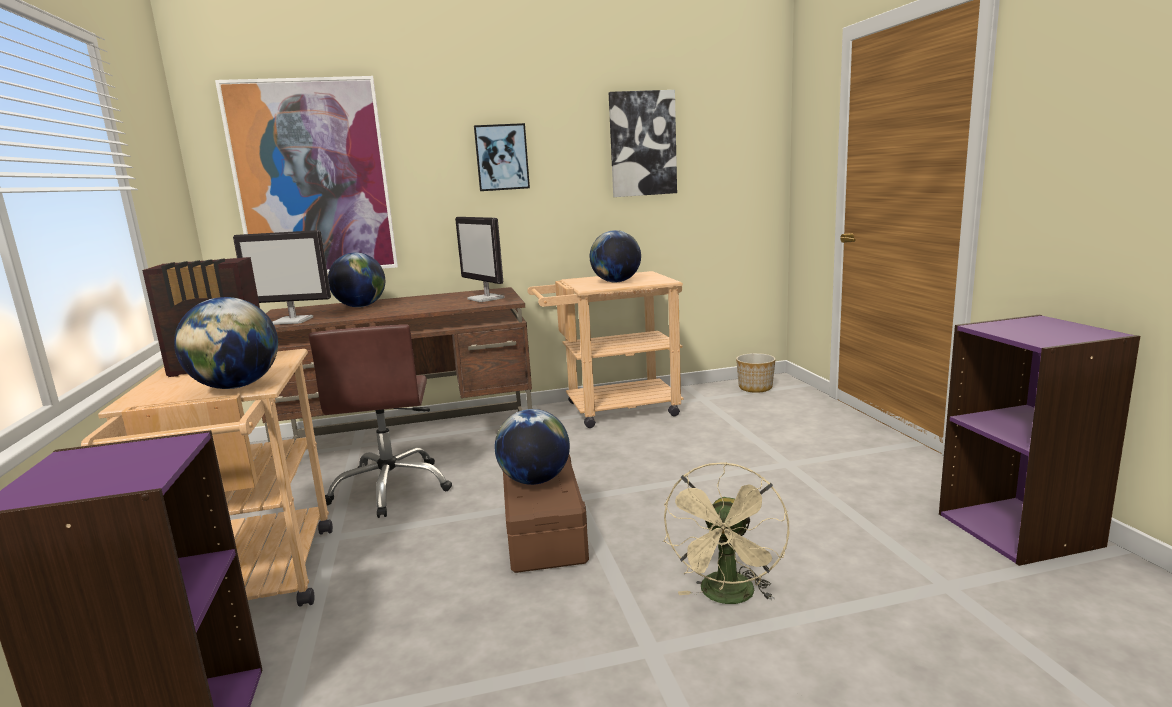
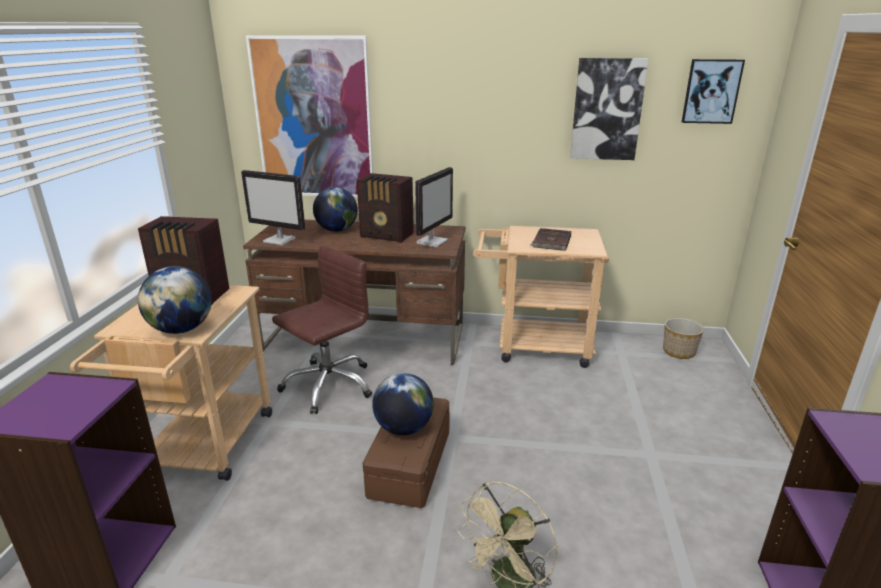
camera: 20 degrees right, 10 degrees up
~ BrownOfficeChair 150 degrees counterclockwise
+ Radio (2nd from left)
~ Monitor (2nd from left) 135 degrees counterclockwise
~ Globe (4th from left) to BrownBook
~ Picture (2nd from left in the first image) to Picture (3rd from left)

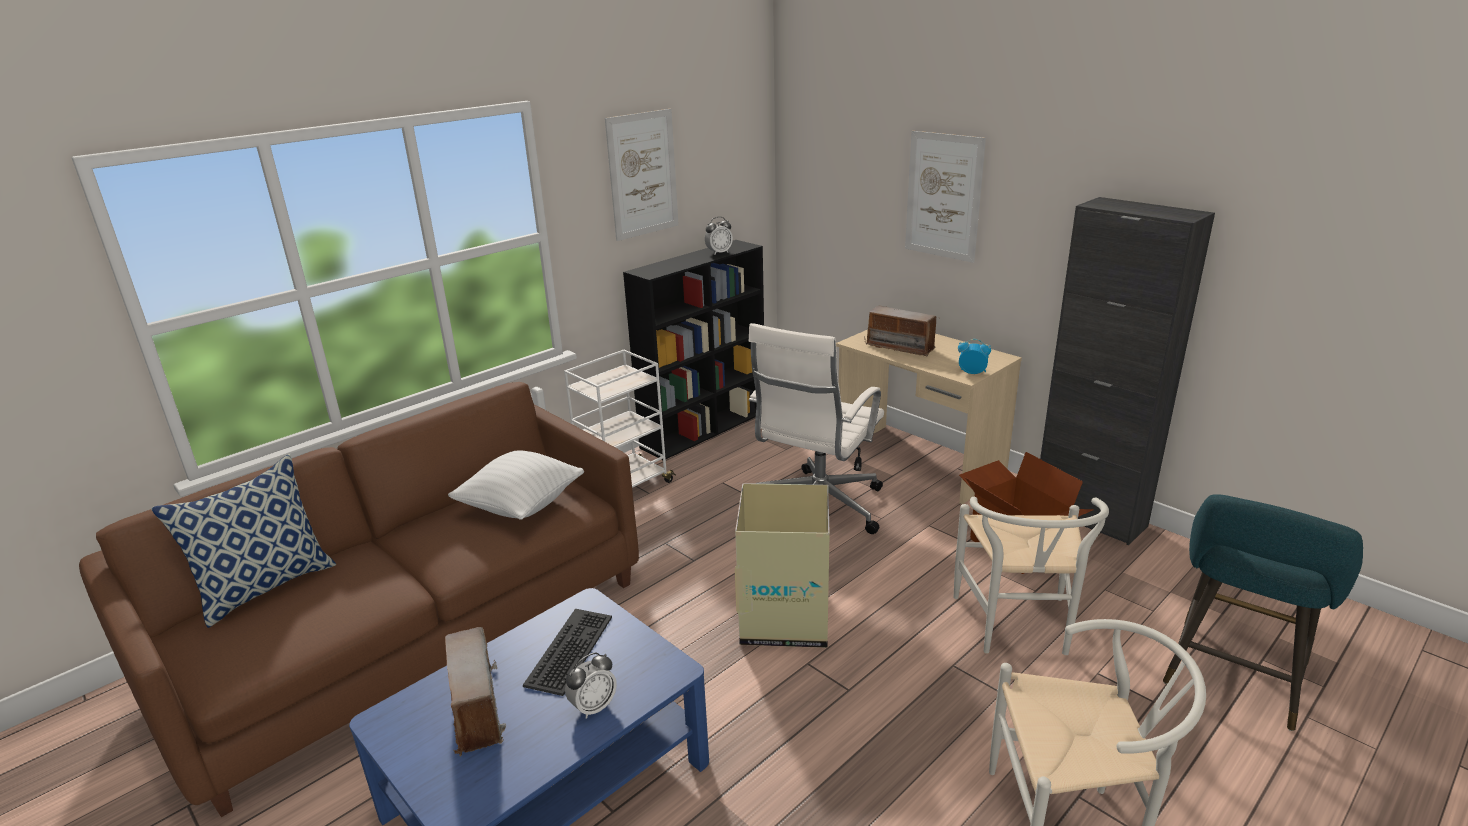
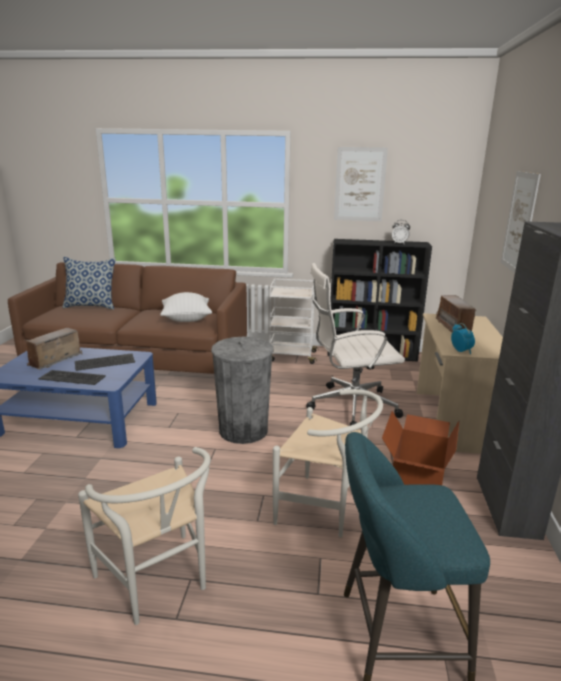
camera: 50 degrees right, 5 degrees down
~ AlarmClock (1st from left) to Keyboard (1st from left)
~ CardboardBox (1st from left) to GreyTrashCan
~ WhiteChair (1st from left in the first image) 120 degrees counterclockwise

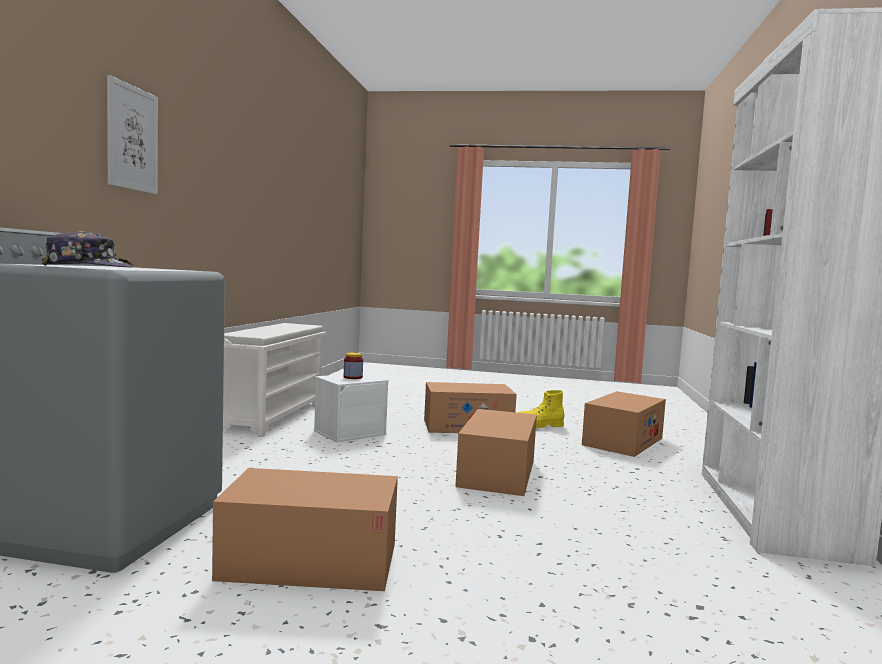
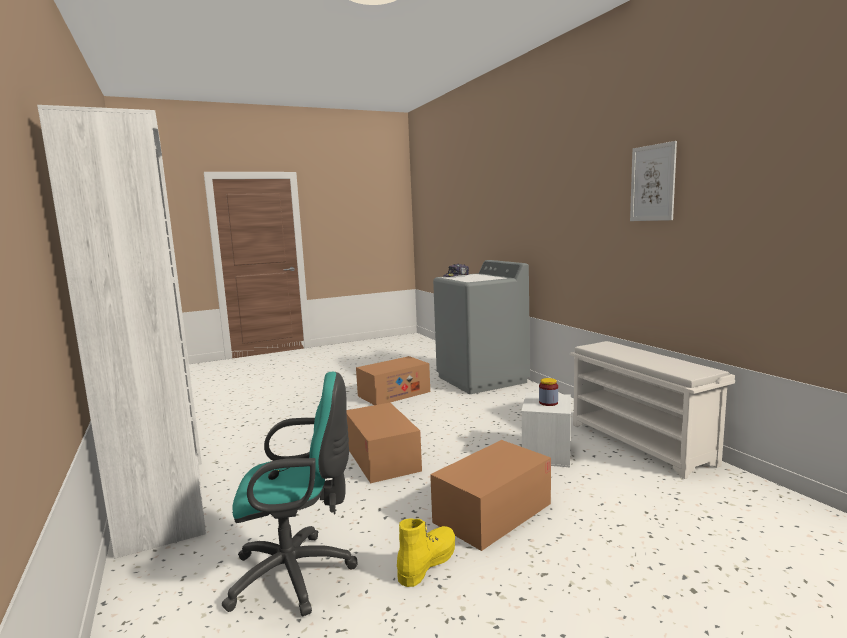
camera: 145 degrees right, 5 degrees up
~ CardboardBox (4th from left) to TurquoiseOfficeChair
~ Picture

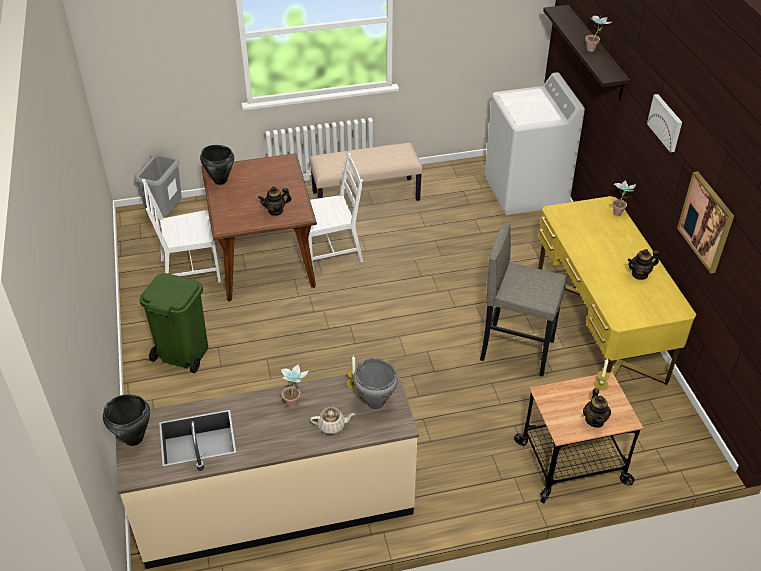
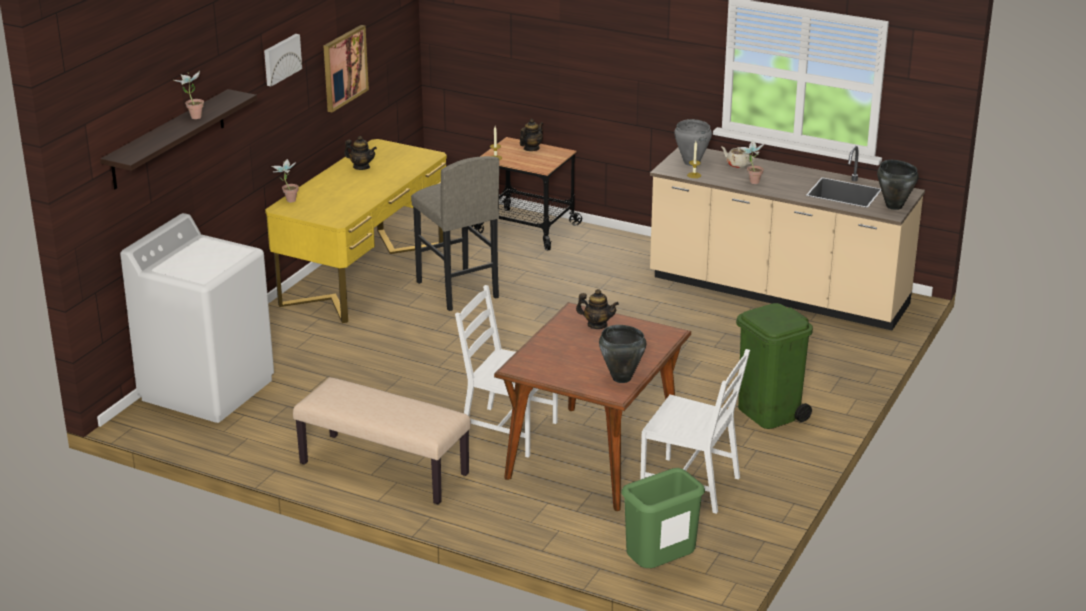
camera: 140 degrees left, 15 degrees down
~ GreyTrashCan to GreenTrashCan (1st from left)

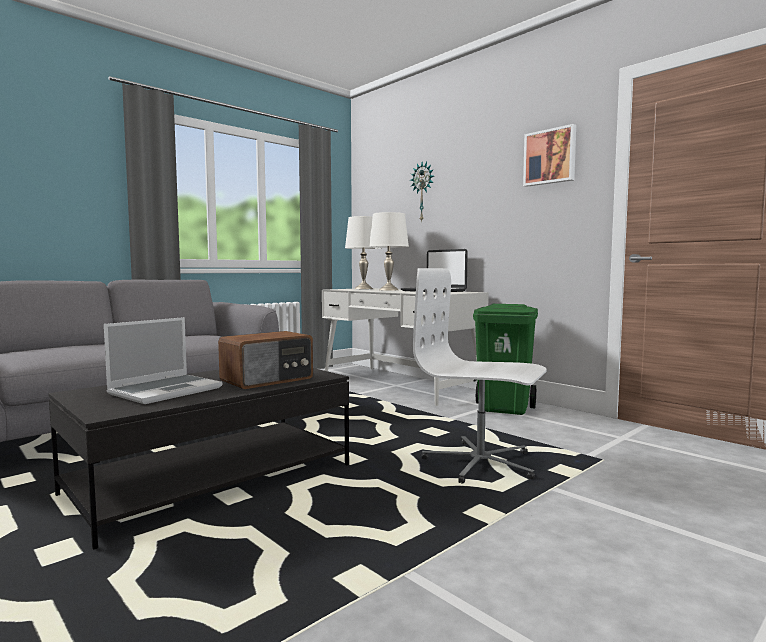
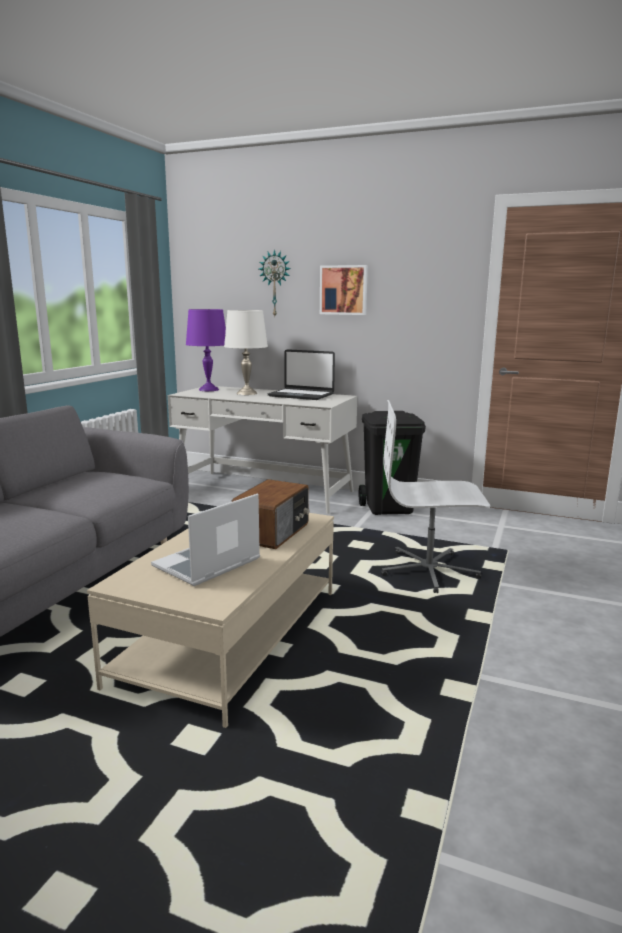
camera: 25 degrees left, 10 degrees up
~ BlackCoffeeTable to BeigeCoffeeTable
~ Laptop (1st from left) 150 degrees counterclockwise
~ WhiteTableLamp (1st from left) to PurpleTableLamp
~ Picture
~ GreenTrashCan to BlackTrashCan

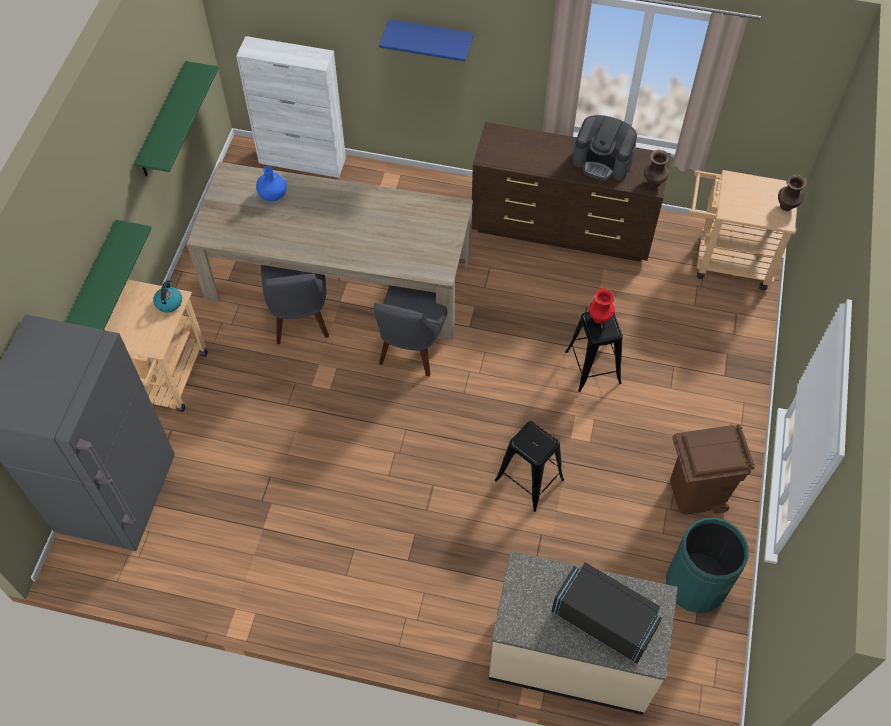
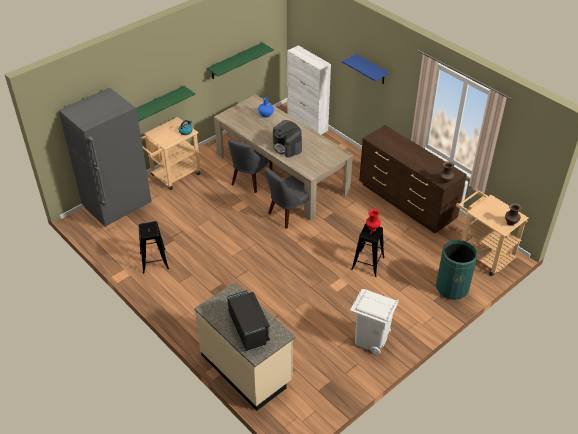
camera: 35 degrees right, 15 degrees down
~ BlackStool (1st from left)
~ CoffeeMachine
~ BrownTrashCan to WhiteTrashCan
~ GreenTrashCan

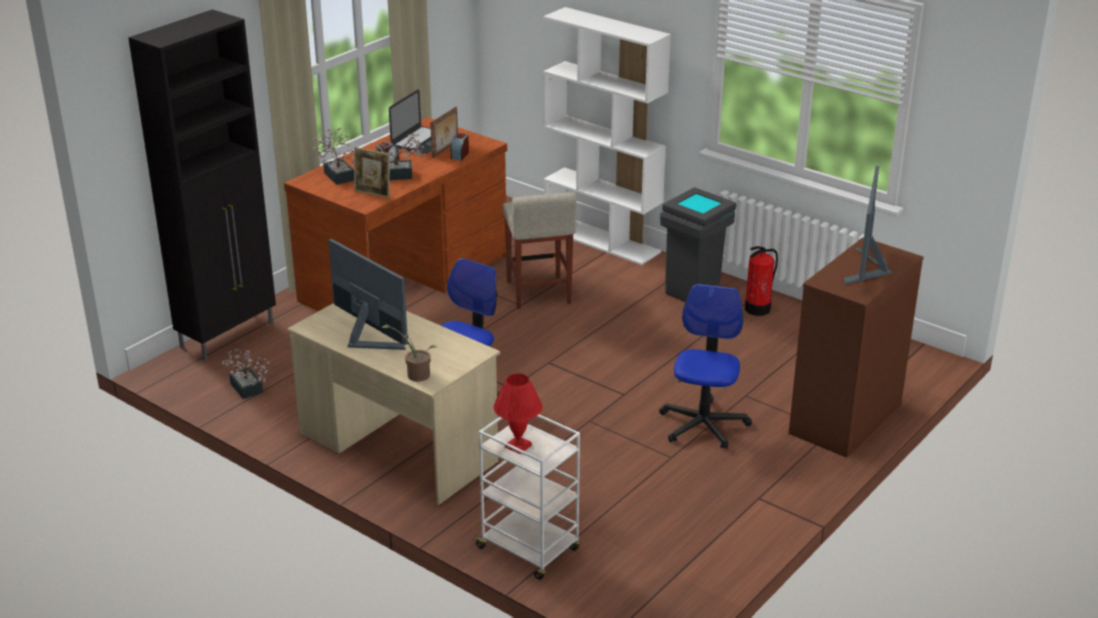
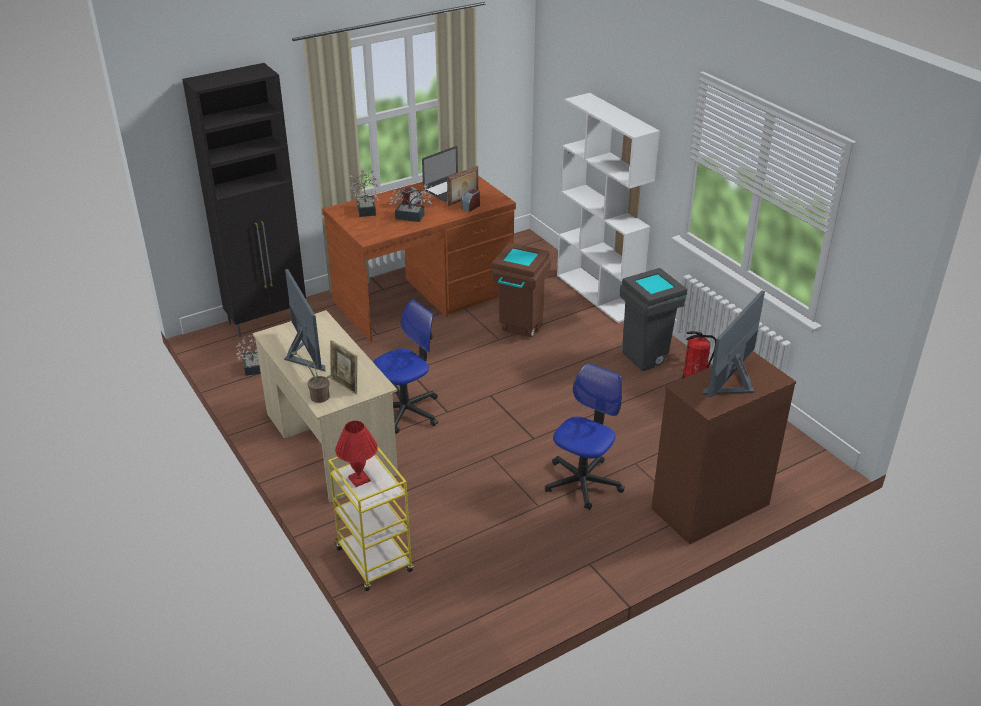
camera: 20 degrees right, 5 degrees up
~ WhiteCart to YellowCart
~ PictureFrame (1st from left)
~ BeigeStool to BrownTrashCan

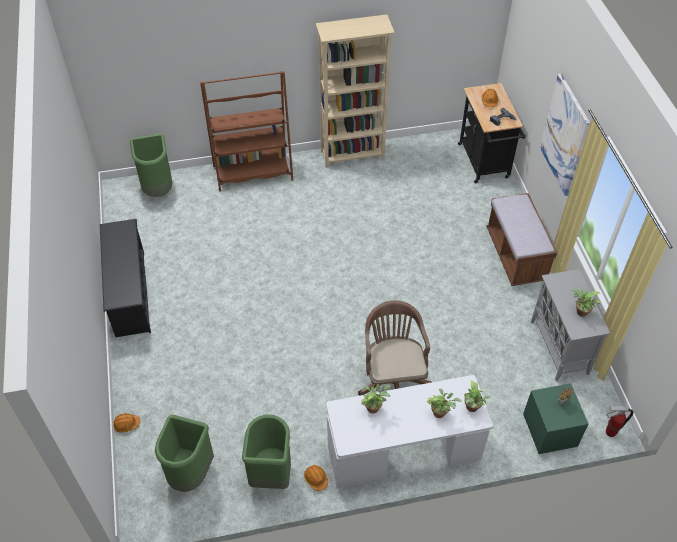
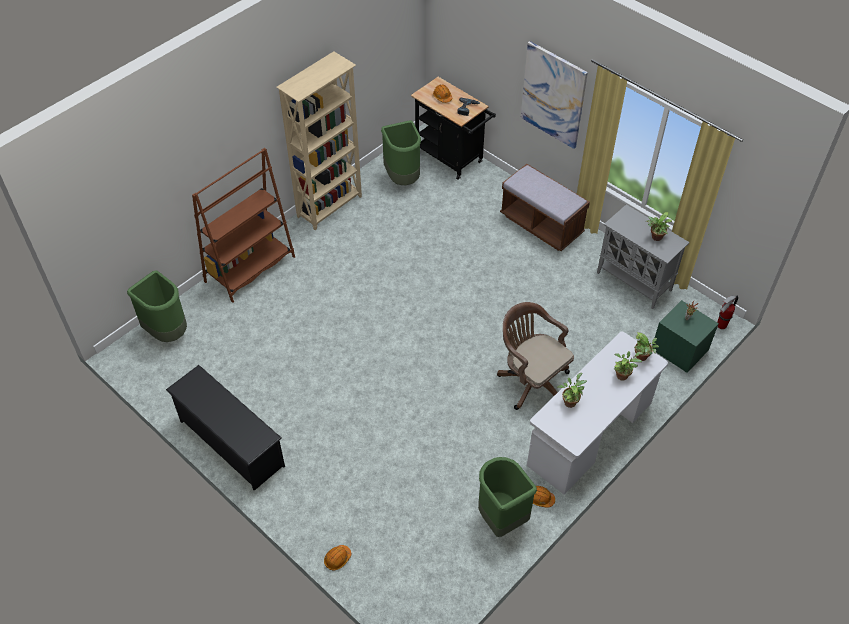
camera: 35 degrees left, 0 degrees up
~ GreenTrashCan (2nd from left)

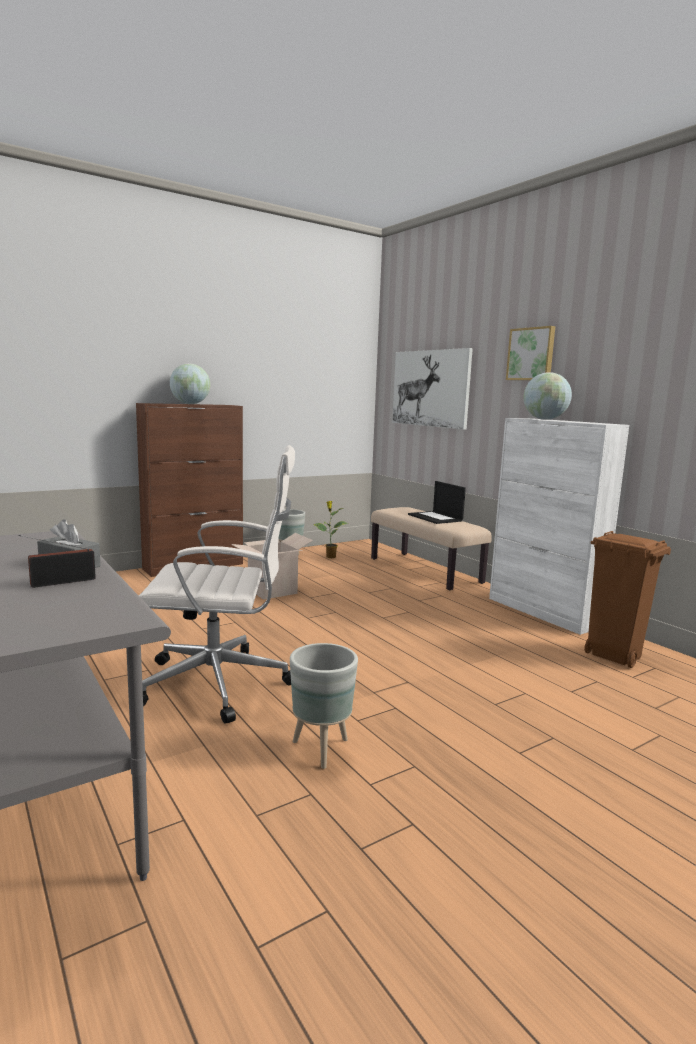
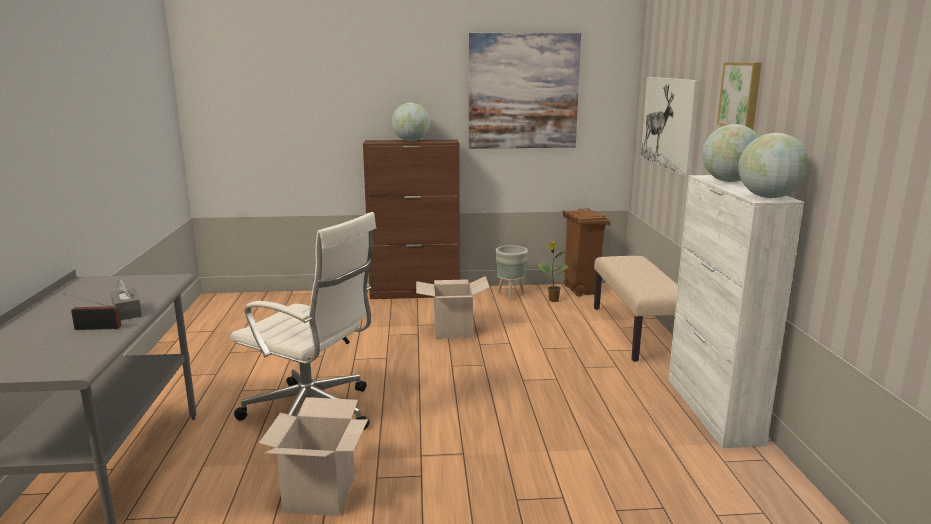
camera: 30 degrees right, 5 degrees up
~ GreyPlanter (2nd from left) to CardboardBox (1st from left)
+ Picture (1st from left)
~ BrownTrashCan
+ Globe (3rd from left)
- Laptop

